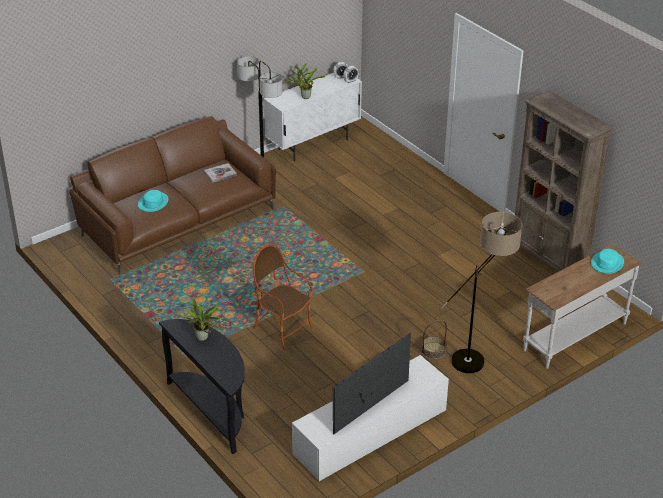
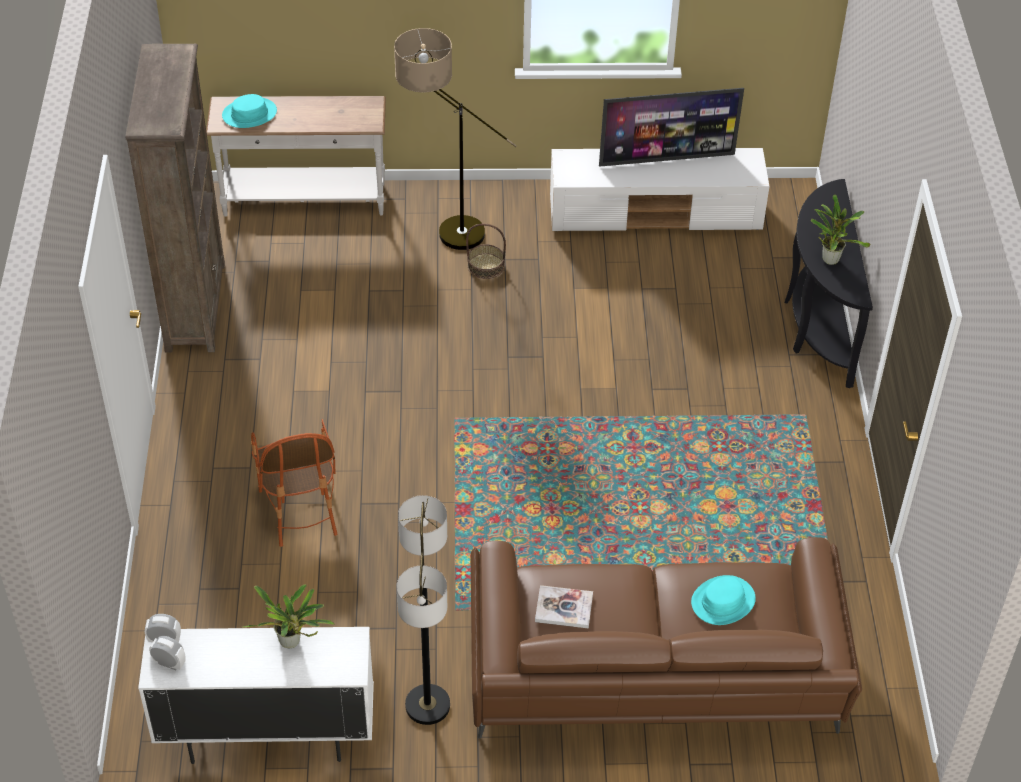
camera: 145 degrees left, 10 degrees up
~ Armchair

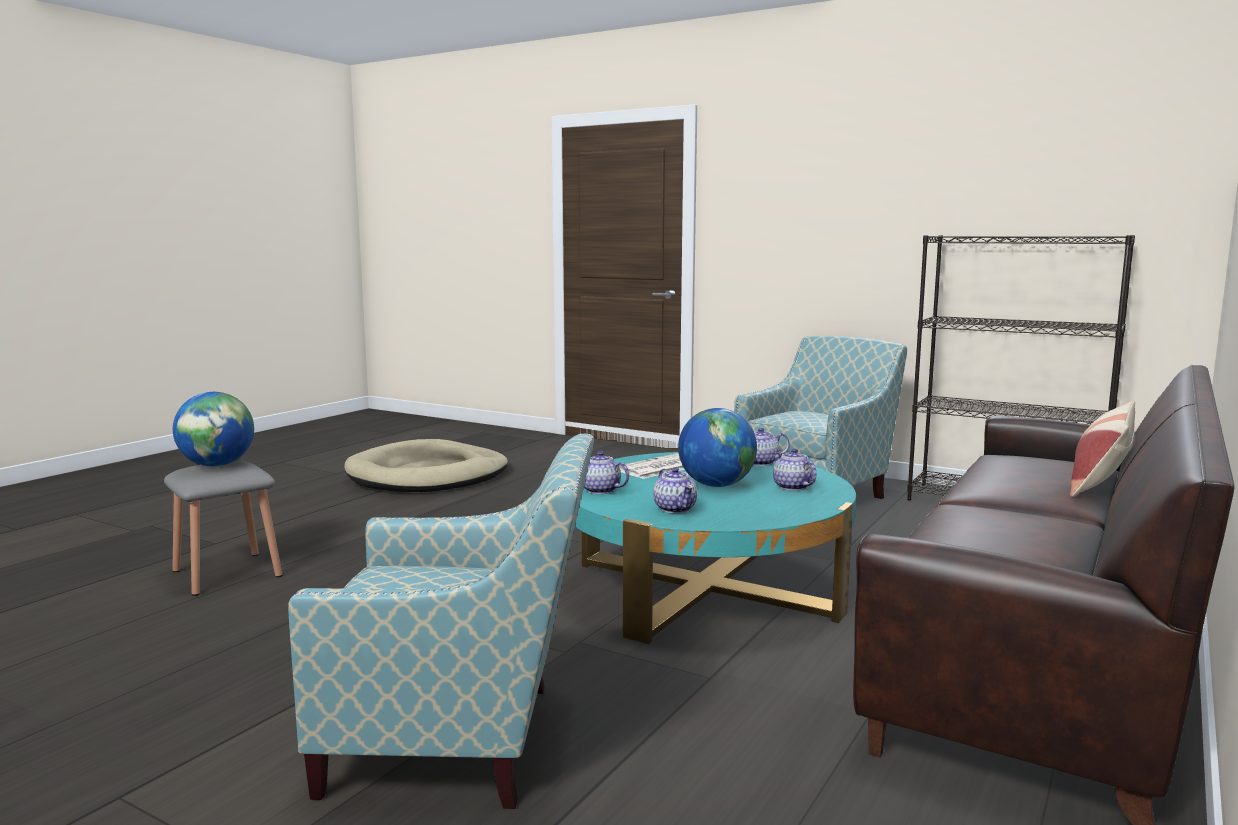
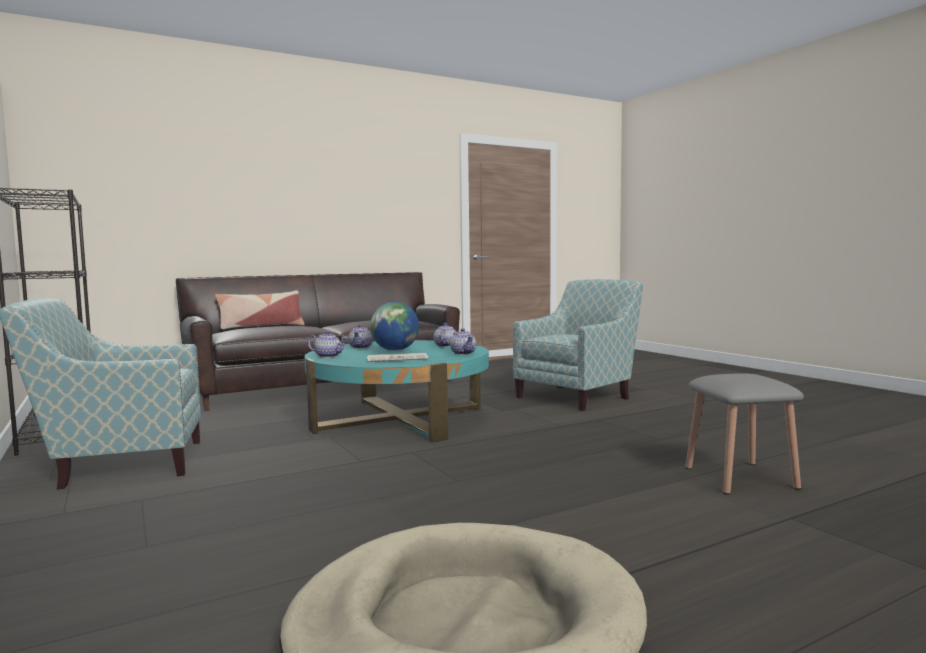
camera: 150 degrees left, 5 degrees down
~ Armchair (1st from left in the first image) 105 degrees clockwise
- Globe (1st from left)

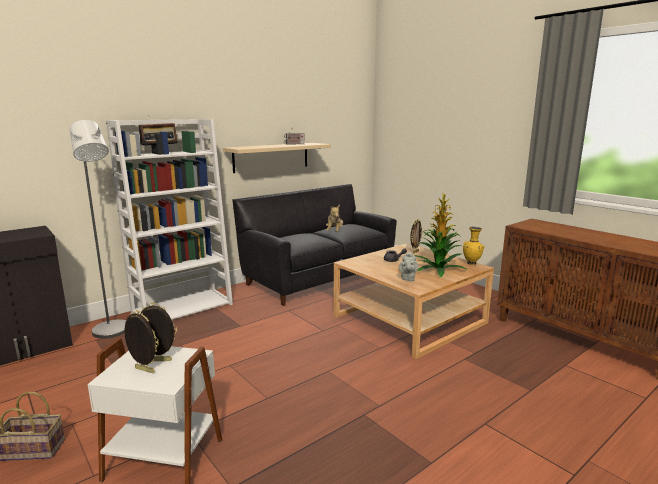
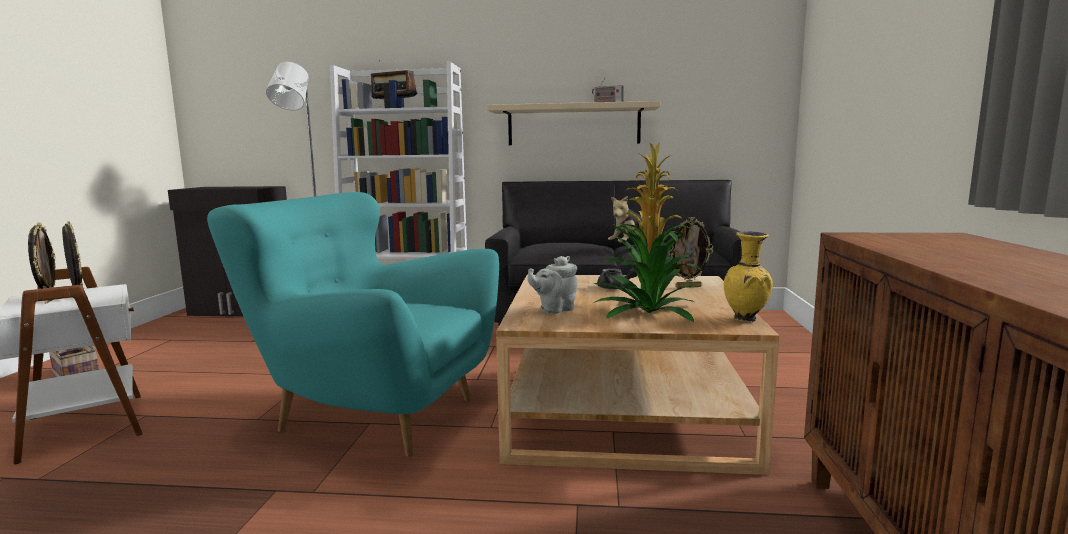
camera: 45 degrees right, 5 degrees down
+ TurquoiseArmchair

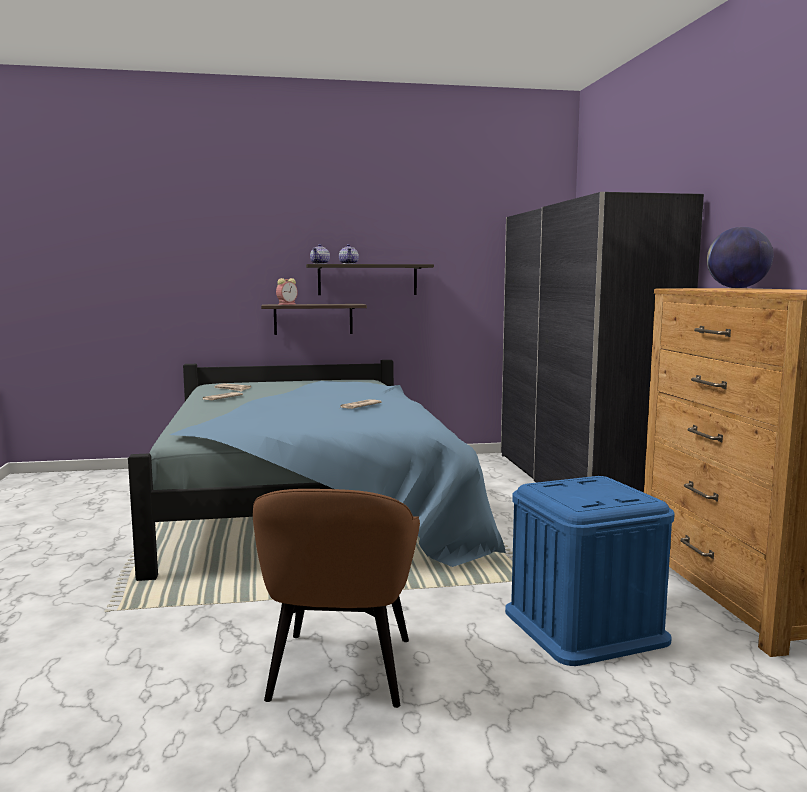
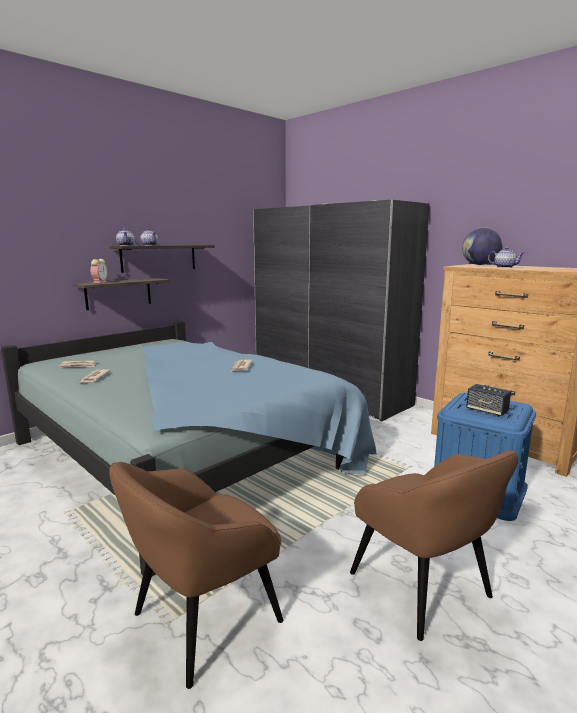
camera: 35 degrees left, 5 degrees up
+ BrownArmchair (1st from left)
+ Speaker
+ Teapot (3rd from left)

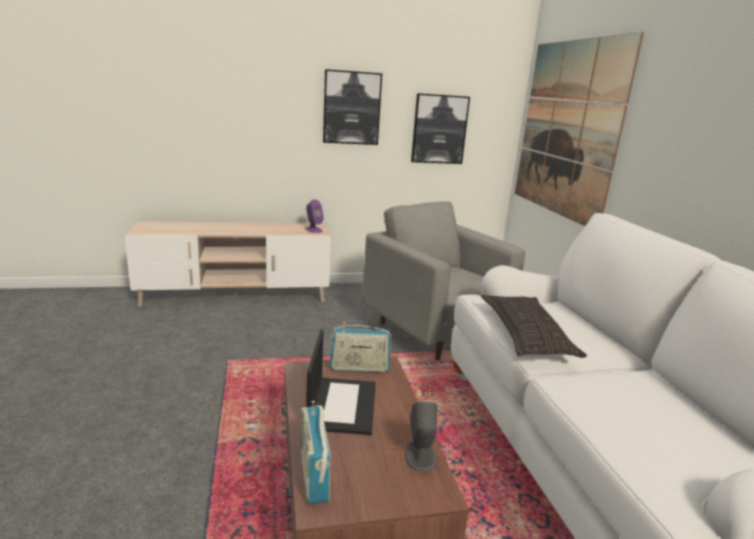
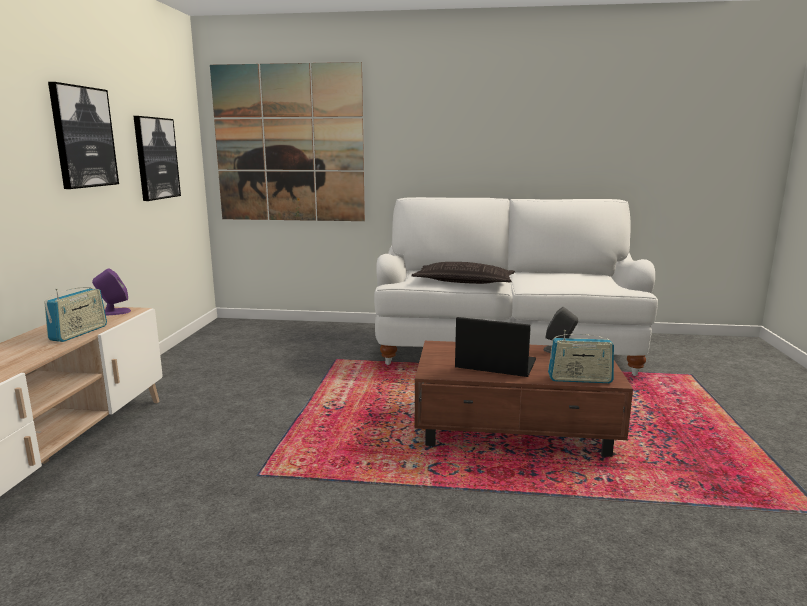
camera: 70 degrees left, 5 degrees down
~ Radio (2nd from left in the first image) to Radio (1st from left)
- GreyArmchair

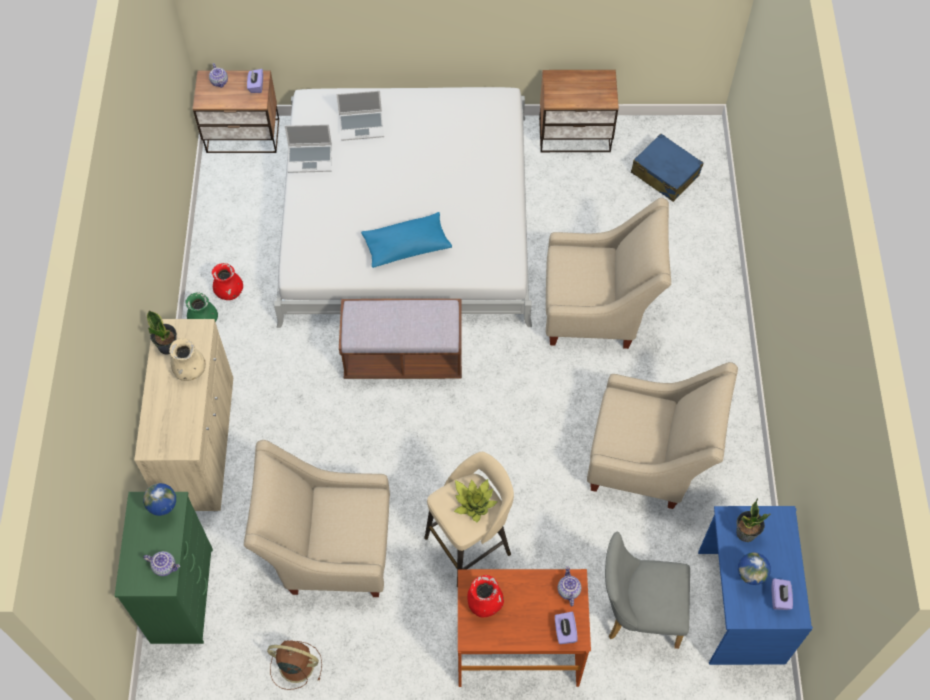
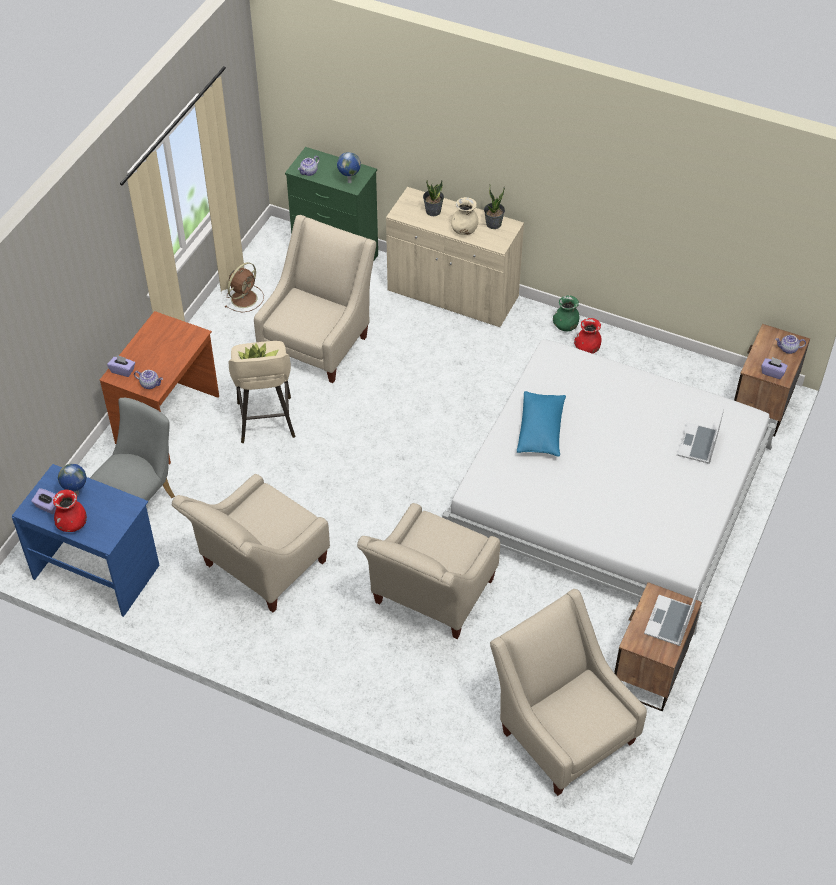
camera: 115 degrees right, 10 degrees down
~ RedVase (2nd from left in the first image) to RedVase (1st from left)
~ PottedPlant (3rd from left in the first image) to PottedPlant (2nd from left)
~ BlueSuitcase to BeigeArmchair (4th from left)
~ Laptop (1st from left)
- BrownBench

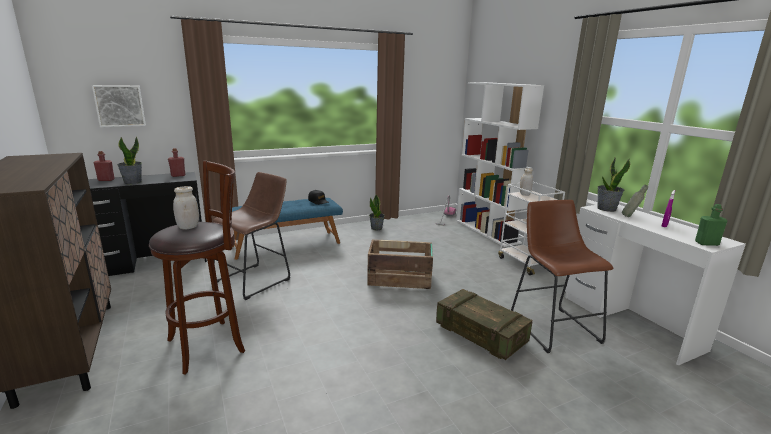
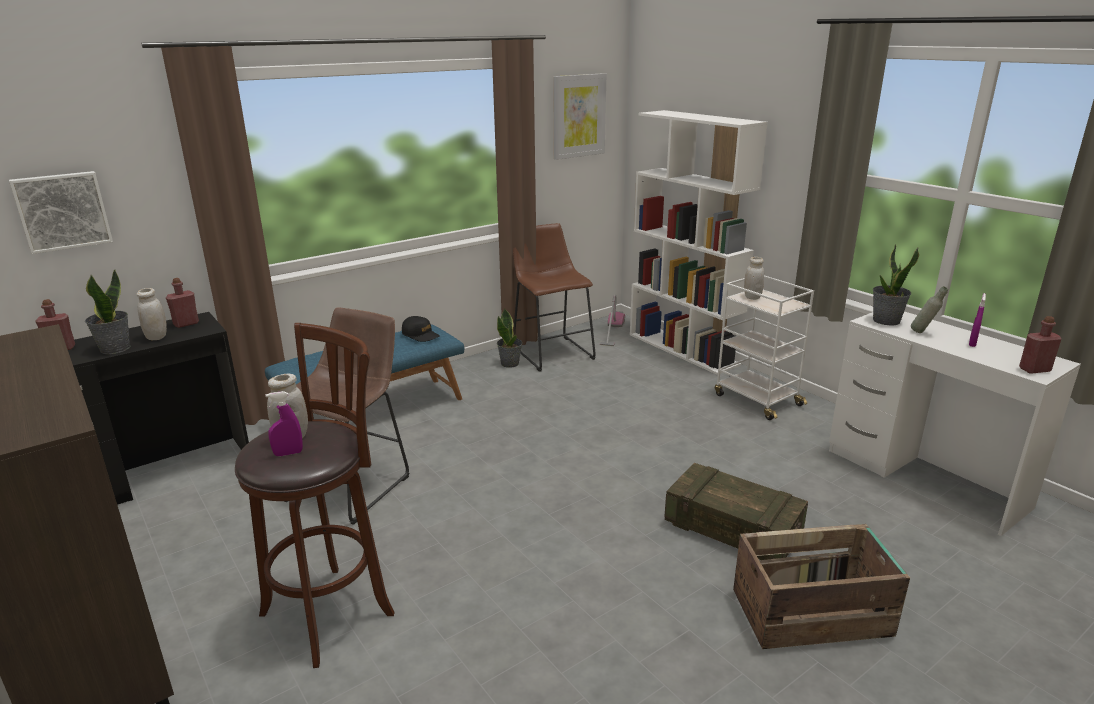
camera: 10 degrees left, 5 degrees up
+ WhiteJar (1st from left)
+ PurpleSprayBottle (1st from left)
~ BrownStool (3rd from left)
+ Picture (2nd from left)
~ Crate (1st from left in the first image) to Crate (2nd from left)
~ GreenBottle to RedBottle (3rd from left)

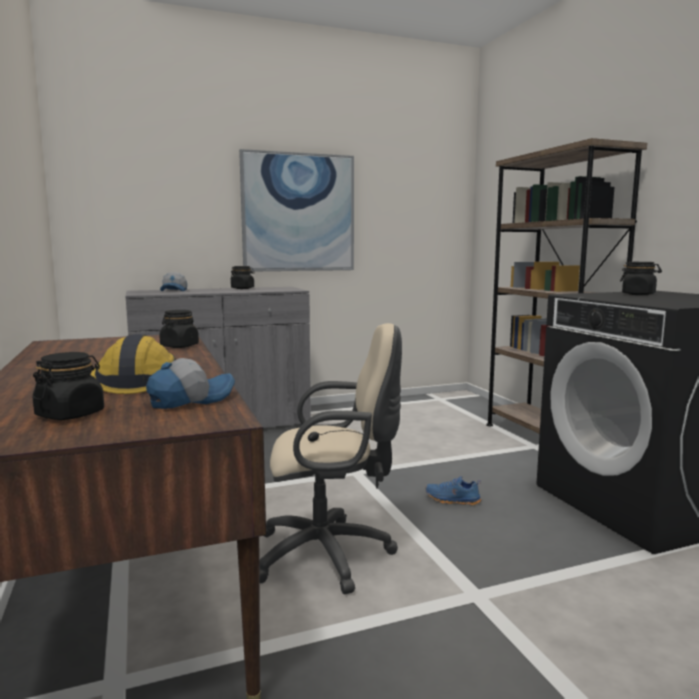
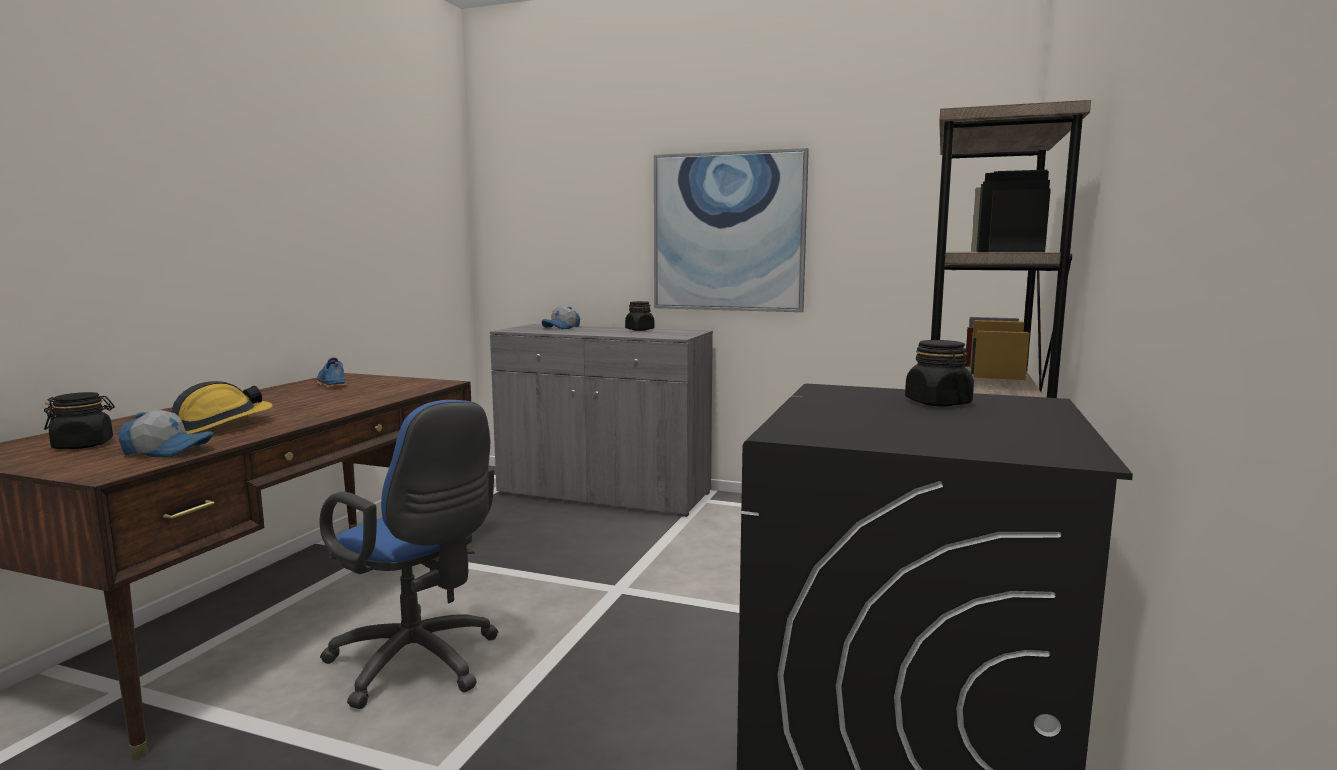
camera: 40 degrees right, 0 degrees up
~ BlueShoe
~ BeigeOfficeChair to BlueOfficeChair
- BlackJar (2nd from left)

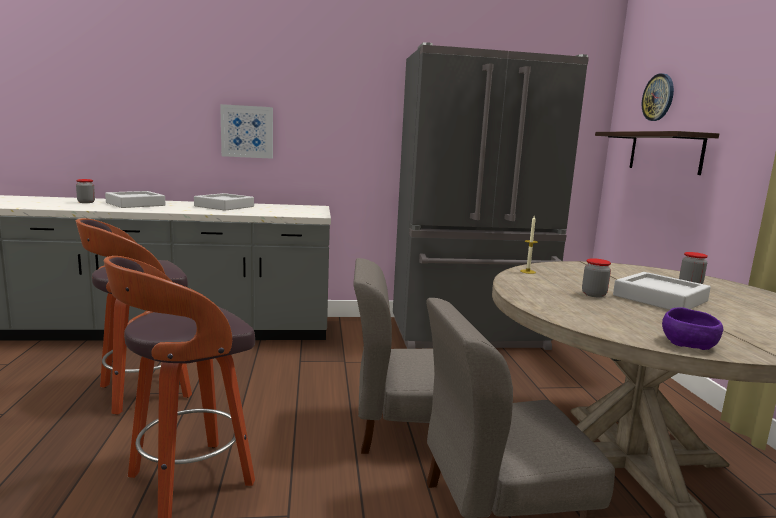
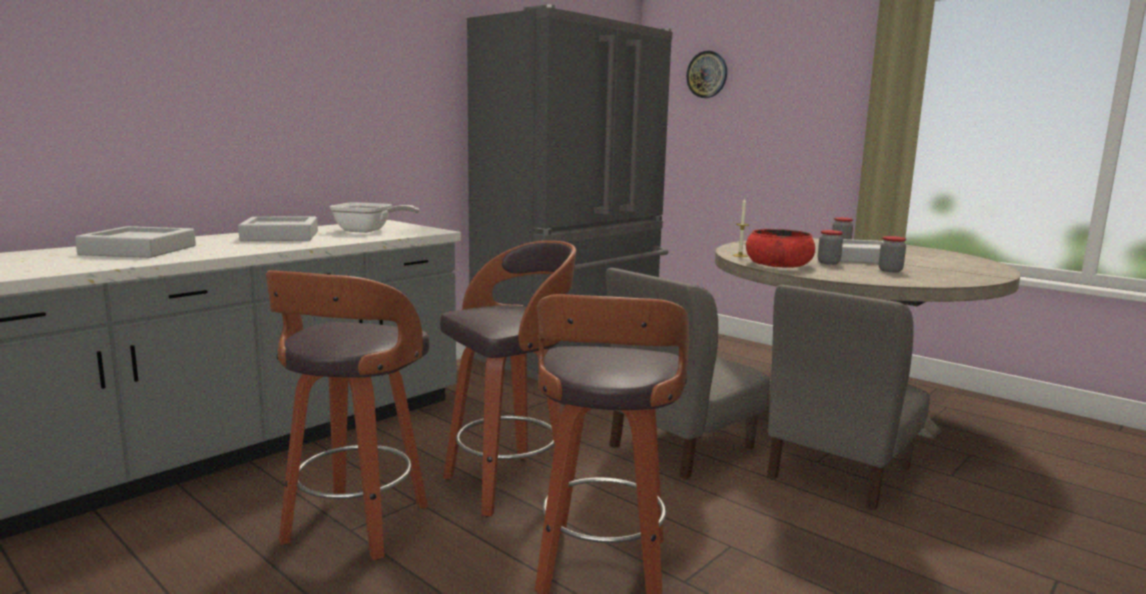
camera: 40 degrees left, 0 degrees up
+ FryingPan
+ Stool (2nd from left)
+ RedBowl
~ Jar (1st from left in the first image) to Jar (3rd from left)
- Picture
- Shelf
- PurpleBowl

